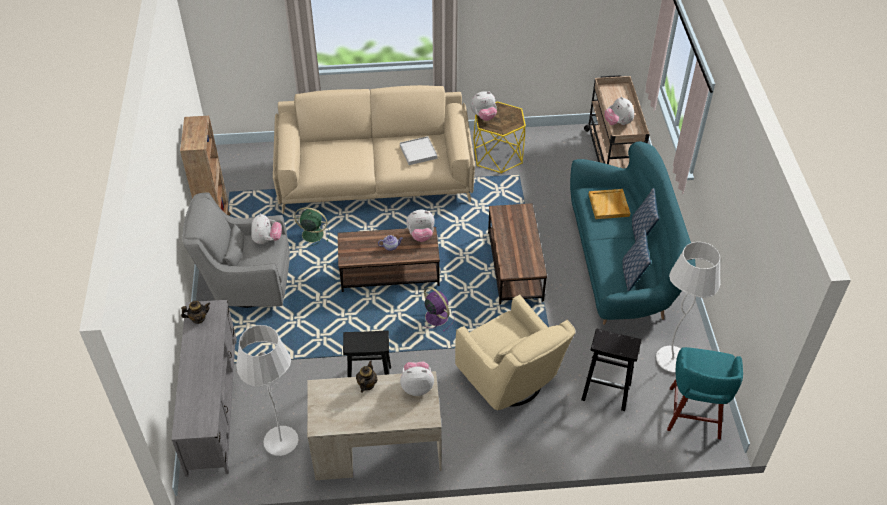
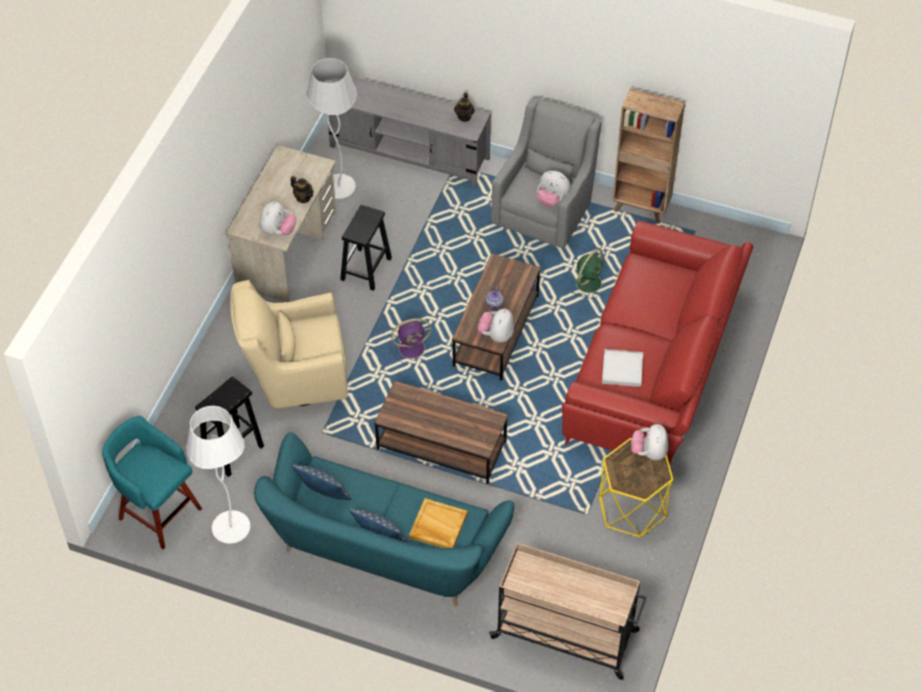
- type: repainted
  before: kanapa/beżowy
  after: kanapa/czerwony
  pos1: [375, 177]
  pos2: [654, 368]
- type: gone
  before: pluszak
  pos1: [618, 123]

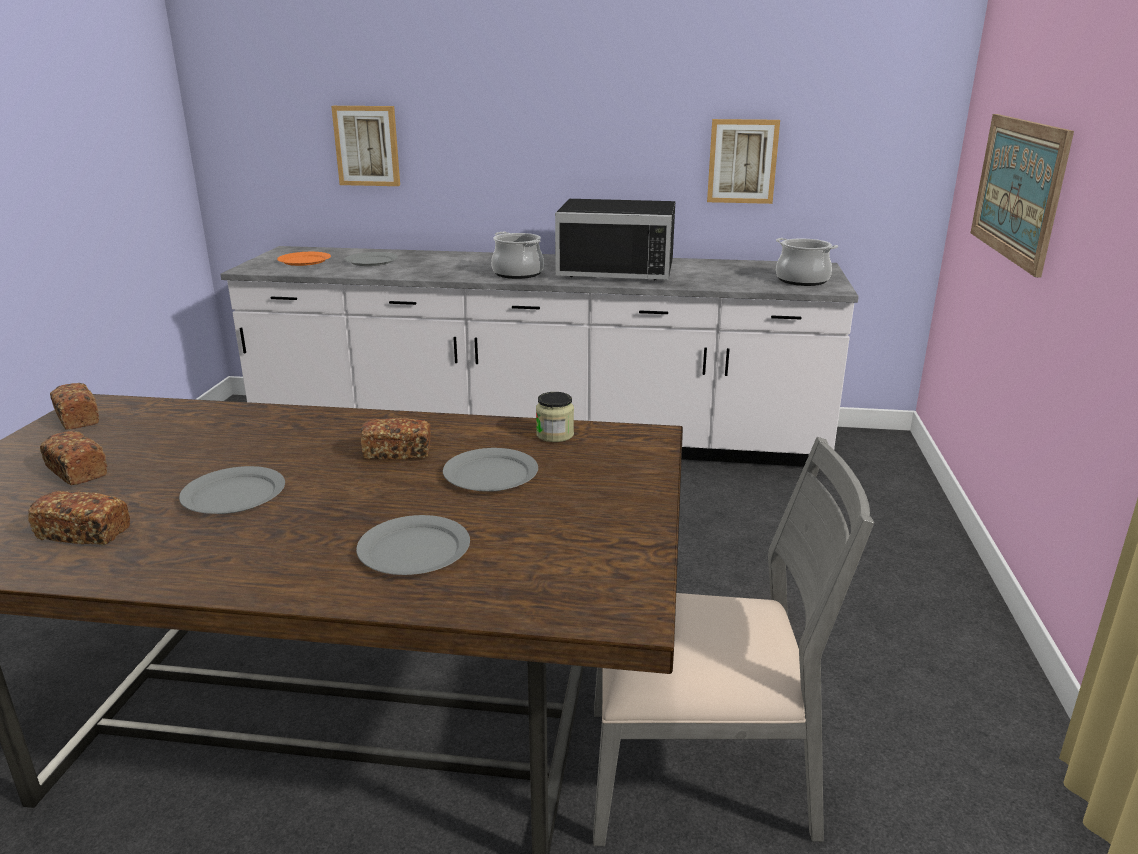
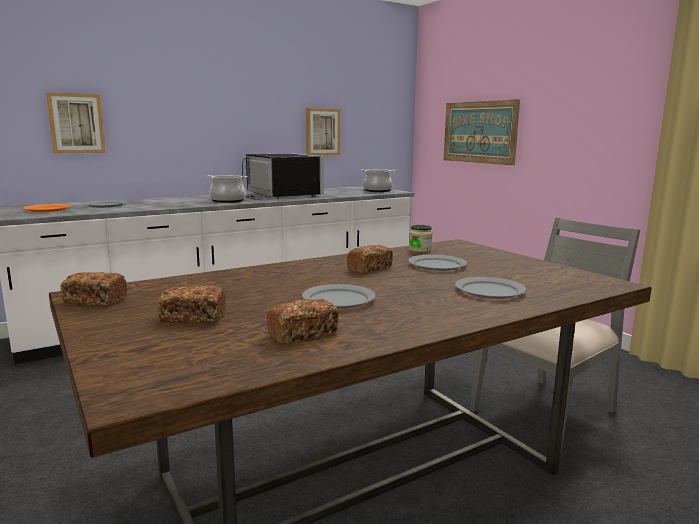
- type: rotated
  before: mikrofalówka/czarny
  pos1: [618, 269]
  pos2: [278, 195]
  turn: -90

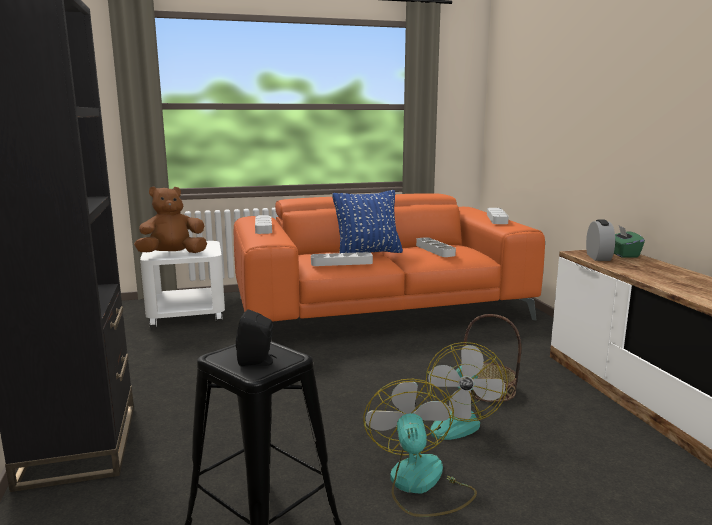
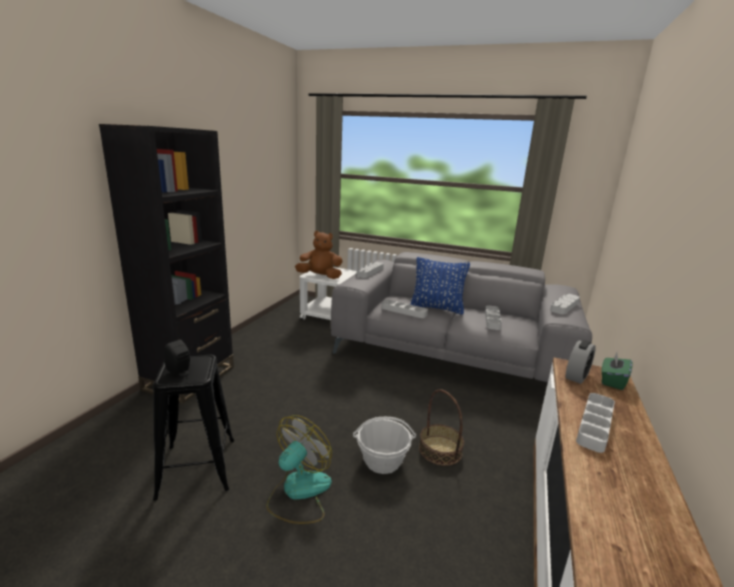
- type: repainted
  before: kanapa/pomarańczowy
  after: kanapa/szary
  pos1: [380, 308]
  pos2: [452, 352]
- type: swapped
  before: wentylator
  after: koszyk
  pos1: [455, 420]
  pos2: [382, 461]
- type: new
  after: taca/szary
  pos2: [595, 425]

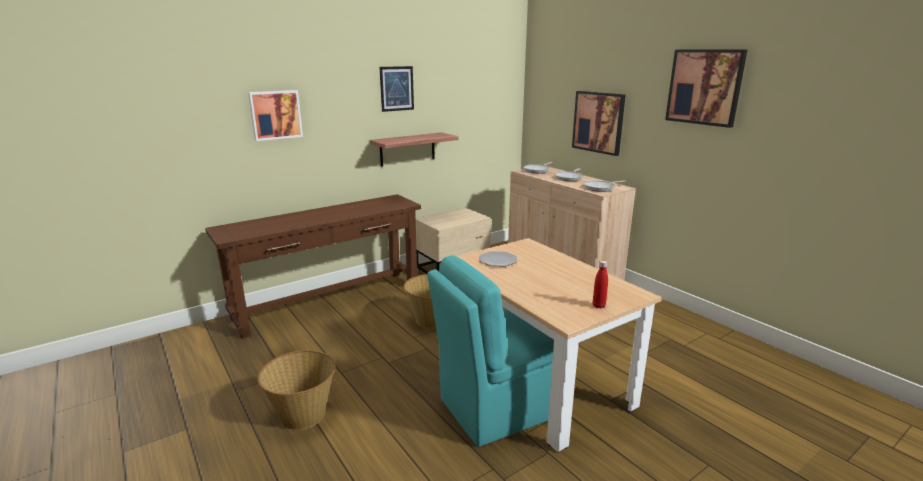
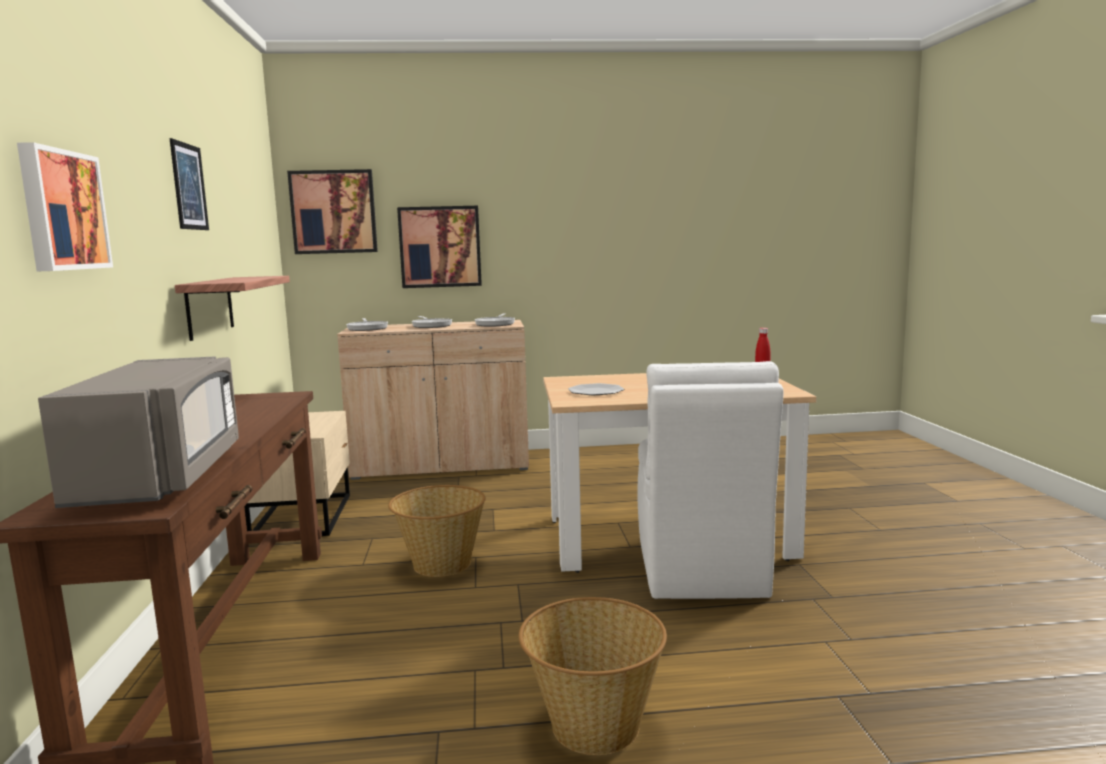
- type: new
  after: mikrofalówka/szary
  pos2: [162, 476]
- type: shifted
  before: obraz
  pos1: [704, 87]
  pos2: [333, 212]
- type: repainted
  before: krzesło/turkusowy
  after: krzesło/biały
  pos1: [499, 406]
  pos2: [699, 568]

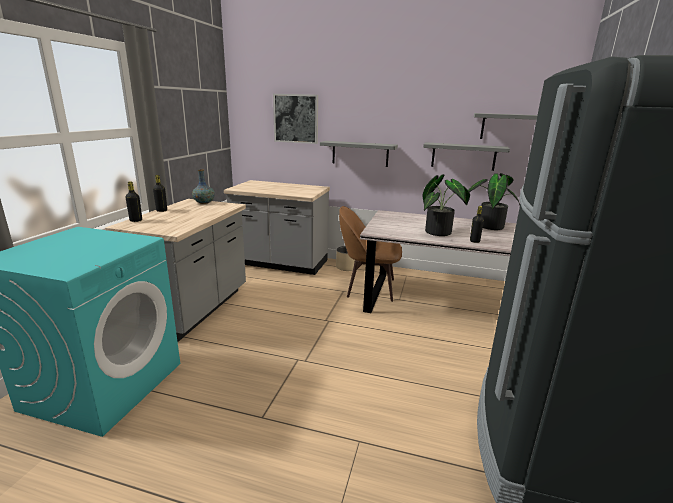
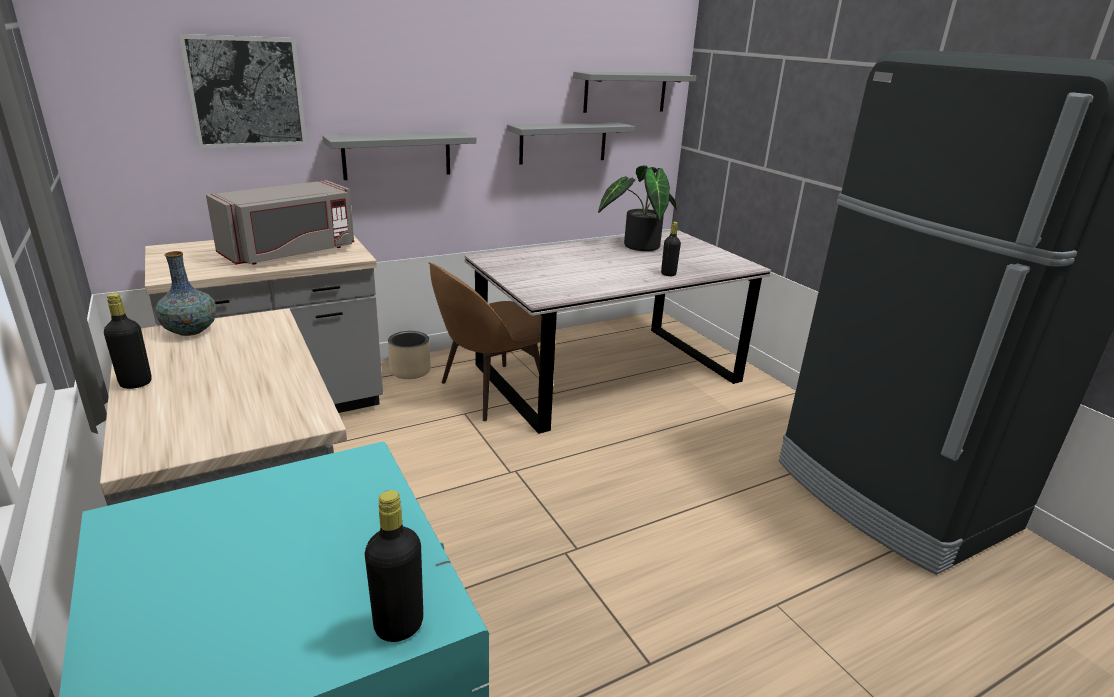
- type: new
  after: mikrofalówka/szary
  pos2: [290, 253]
- type: shifted
  before: butelka/czarny
  pos1: [136, 220]
  pos2: [399, 625]
- type: gone
  before: roślina doniczkowa
  pos1: [441, 232]

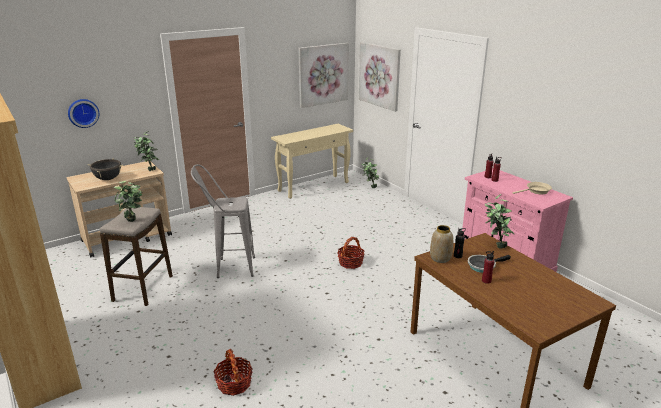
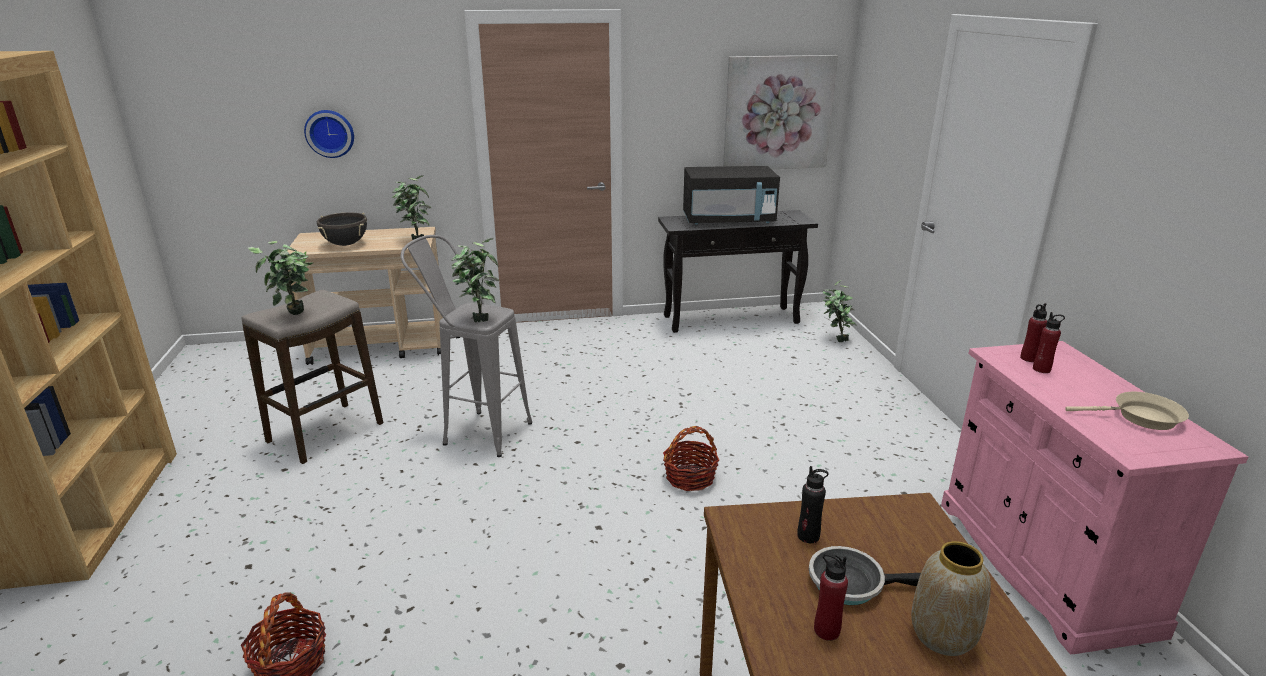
- type: shifted
  before: roślina doniczkowa
  pos1: [495, 245]
  pos2: [478, 318]
- type: repainted
  before: stolik konsolowy/beżowy
  after: stolik konsolowy/czarny
  pos1: [314, 186]
  pos2: [732, 319]
- type: new
  after: mikrofalówka/czarny
  pos2: [728, 221]
- type: shifted
  before: wazon
  pos1: [440, 258]
  pos2: [943, 635]
- type: gone
  before: obraz
  pos1: [379, 76]

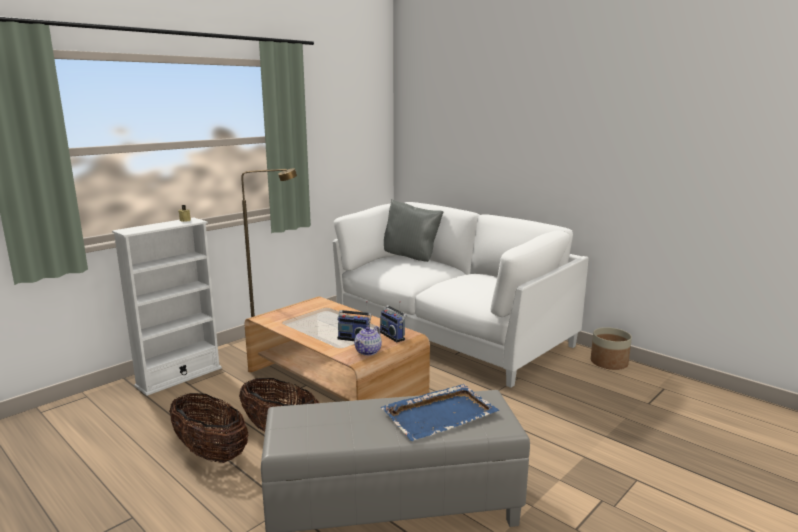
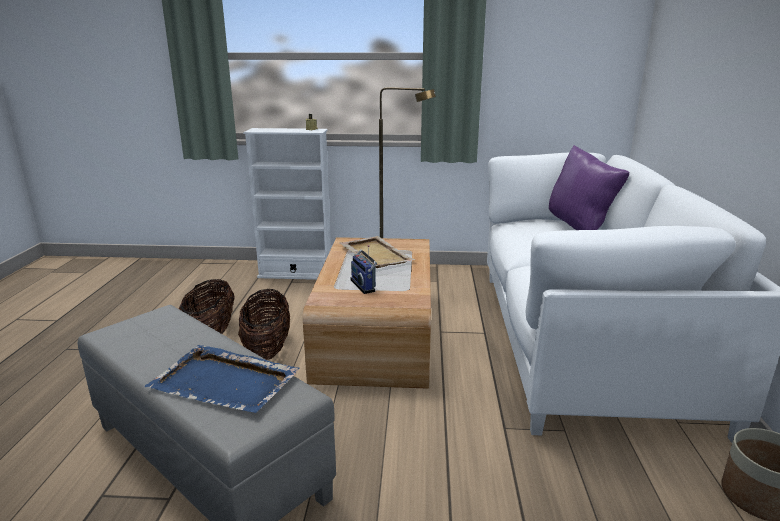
- type: new
  after: taca/beżowy
  pos2: [375, 254]
- type: repainted
  before: poduszka/szary
  after: poduszka/fioletowy
  pos1: [411, 257]
  pos2: [580, 228]
- type: gone
  before: imbryk
  pos1: [368, 351]
- type: gone
  before: radio
  pos1: [393, 335]

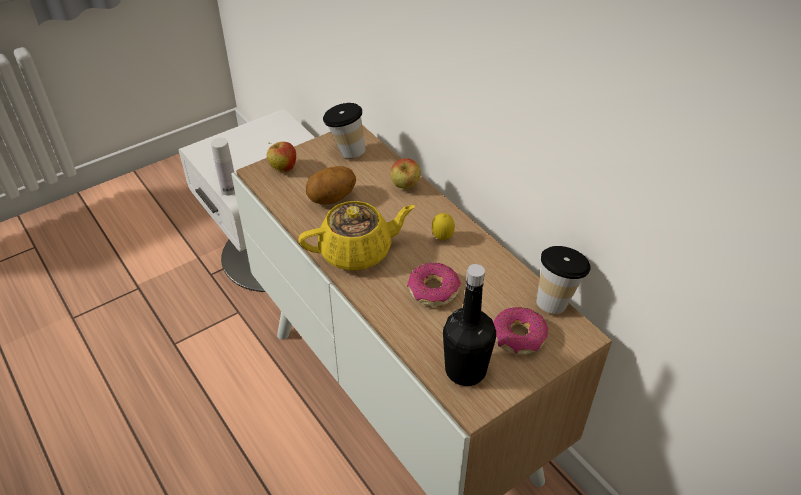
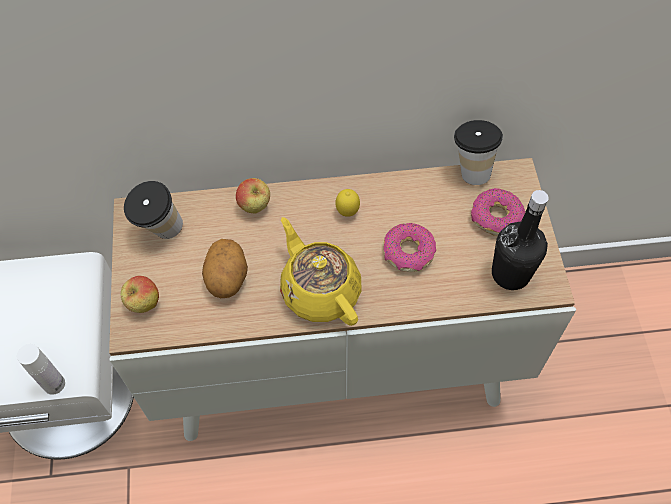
- type: rotated
  before: imbryk/żółty
  pos1: [357, 251]
  pos2: [320, 290]
  turn: -45

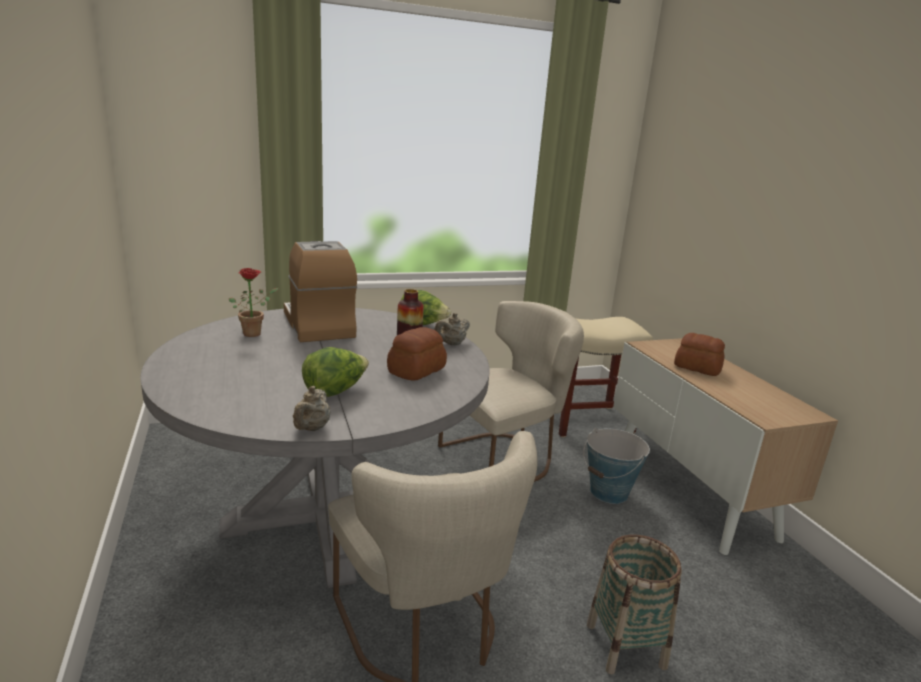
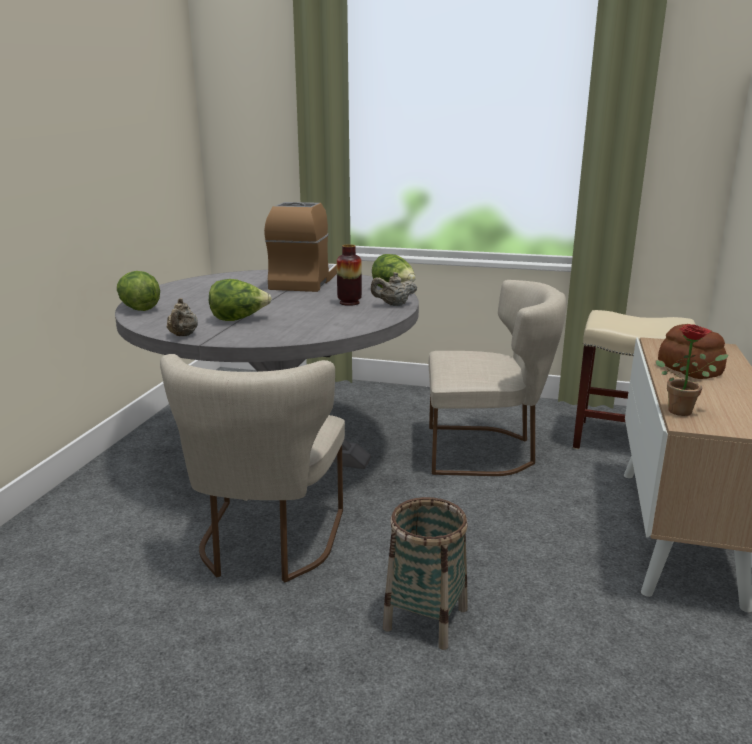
- type: new
  after: sałata
  pos2: [139, 308]
- type: rotated
  before: imbryk/beżowy
  pos1: [311, 428]
  pos2: [183, 335]
  turn: -45
- type: shifted
  before: roślina doniczkowa
  pos1: [255, 333]
  pos2: [684, 410]
- type: gone
  before: chleb
  pos1: [415, 370]
- type: gone
  before: wiadro
  pos1: [609, 492]

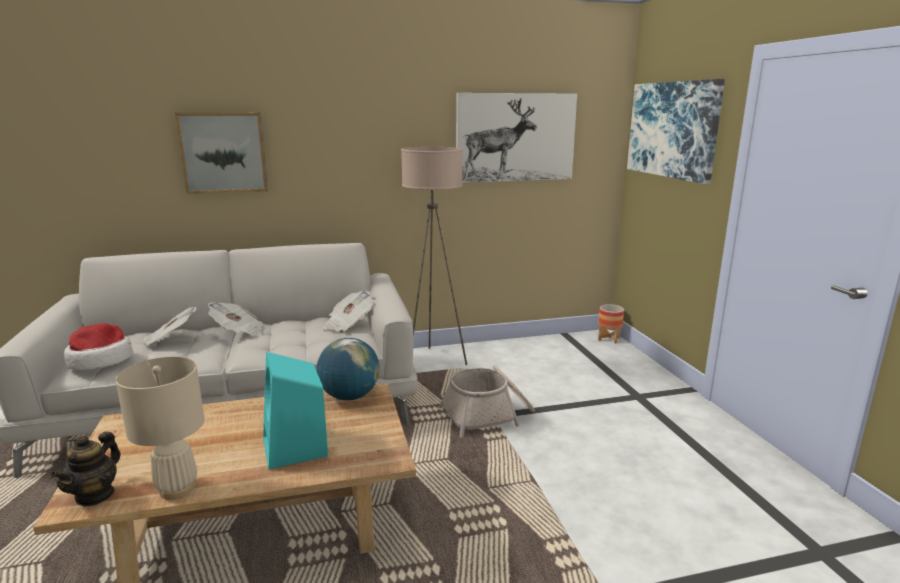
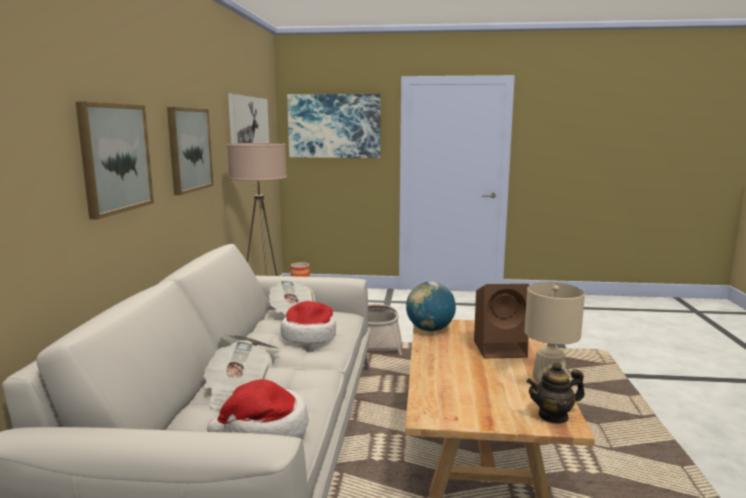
- type: new
  after: obraz
  pos2: [189, 149]
- type: new
  after: kapelusz
  pos2: [309, 336]
- type: repainted
  before: głośnik/turkusowy
  after: głośnik/brązowy
  pos1: [296, 448]
  pos2: [501, 349]
- type: rotated
  before: imbryk
  pos1: [95, 495]
  pos2: [553, 416]
  turn: 135

